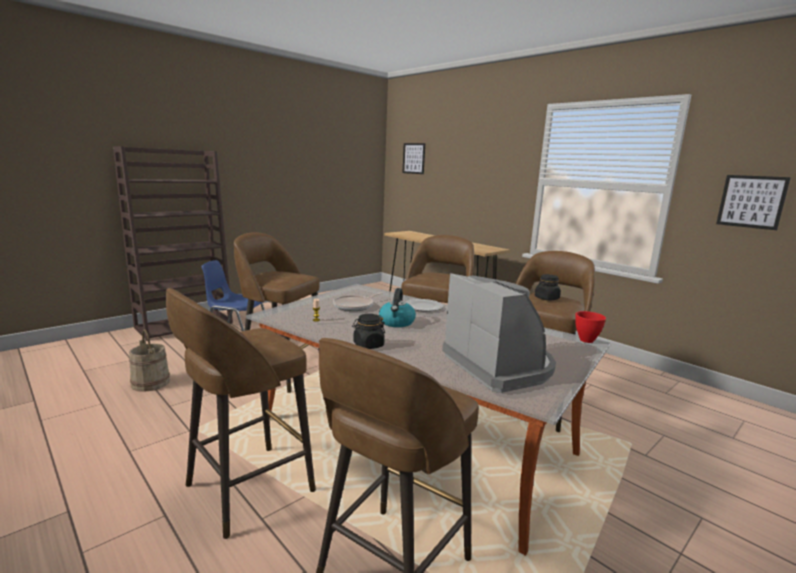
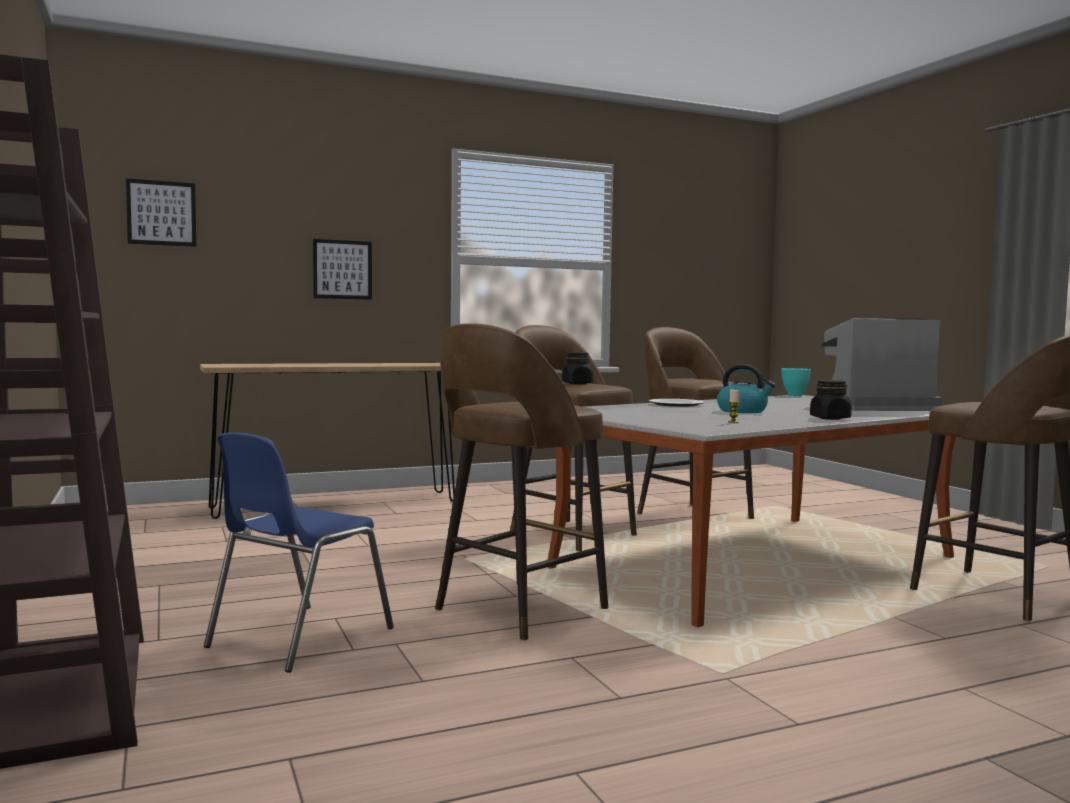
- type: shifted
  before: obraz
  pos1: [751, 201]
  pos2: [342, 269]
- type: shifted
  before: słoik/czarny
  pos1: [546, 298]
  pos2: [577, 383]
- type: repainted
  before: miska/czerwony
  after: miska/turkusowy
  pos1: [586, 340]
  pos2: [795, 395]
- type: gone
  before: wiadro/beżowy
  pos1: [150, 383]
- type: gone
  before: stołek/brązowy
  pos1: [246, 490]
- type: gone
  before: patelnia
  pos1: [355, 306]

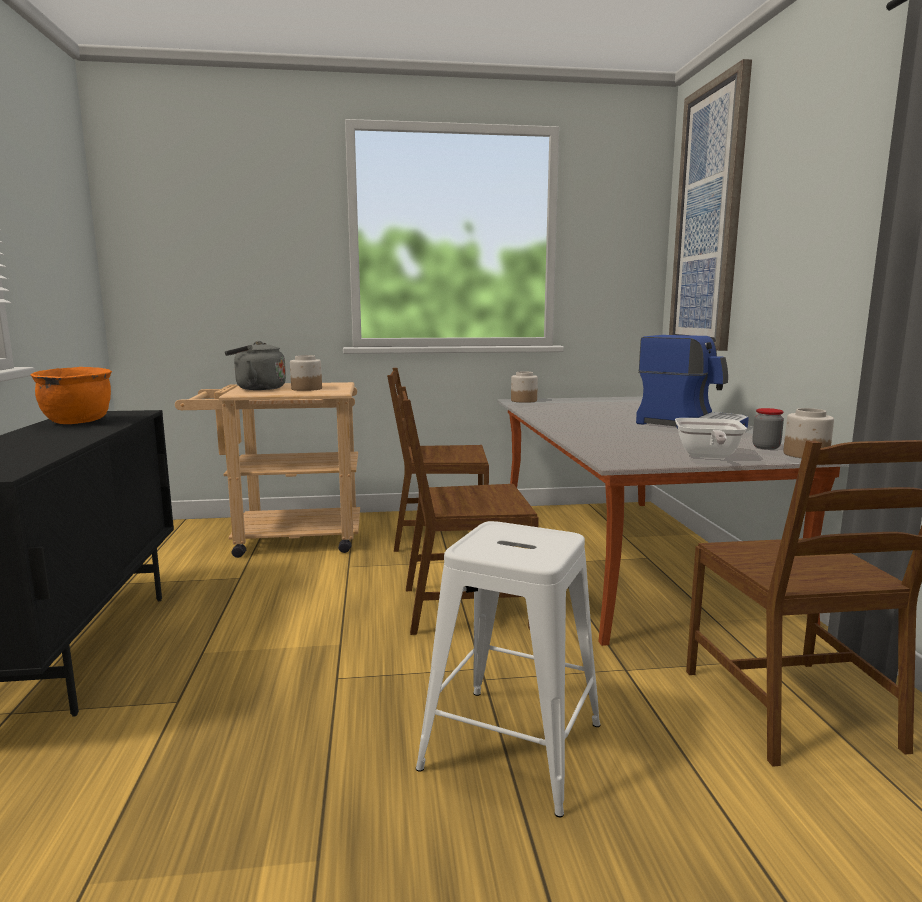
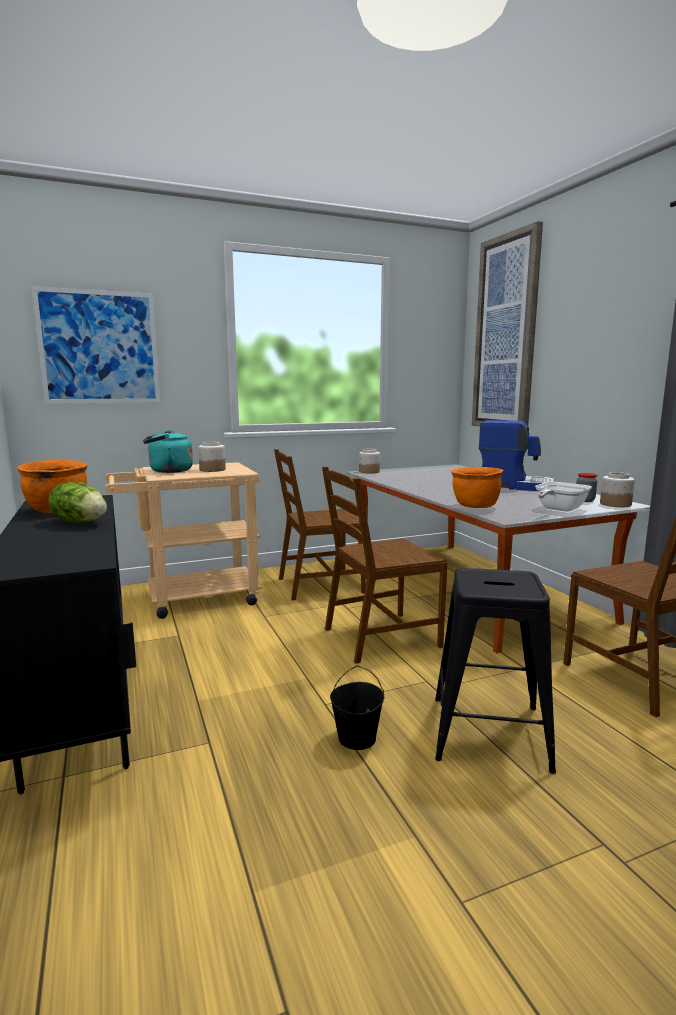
- type: new
  after: obraz
  pos2: [99, 347]
- type: new
  after: sałata
  pos2: [80, 522]
- type: repainted
  before: czajnik/szary
  after: czajnik/turkusowy
  pos1: [257, 388]
  pos2: [168, 471]
- type: new
  after: wiadro/czarny
  pos2: [357, 738]
- type: repainted
  before: stołek/biały
  after: stołek/czarny
  pos1: [511, 746]
  pos2: [488, 732]
- type: new
  after: garnek/pomarańczowy
  pos2: [475, 506]
- type: rotated
  before: patelnia
  pos1: [707, 456]
  pos2: [558, 509]
  turn: 45

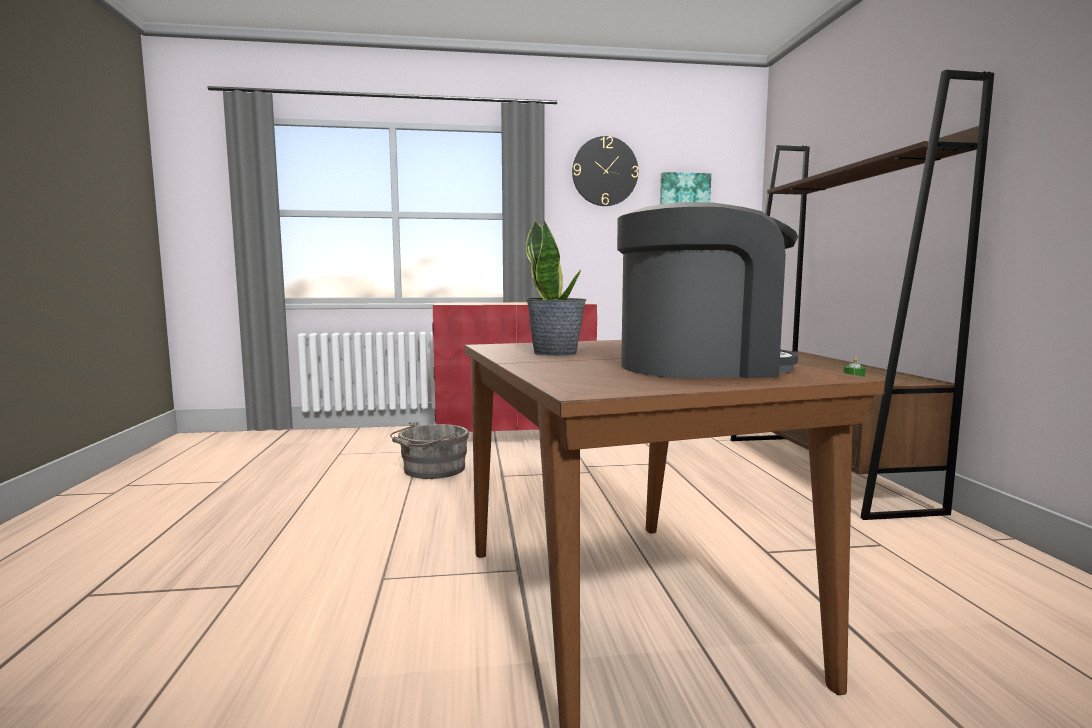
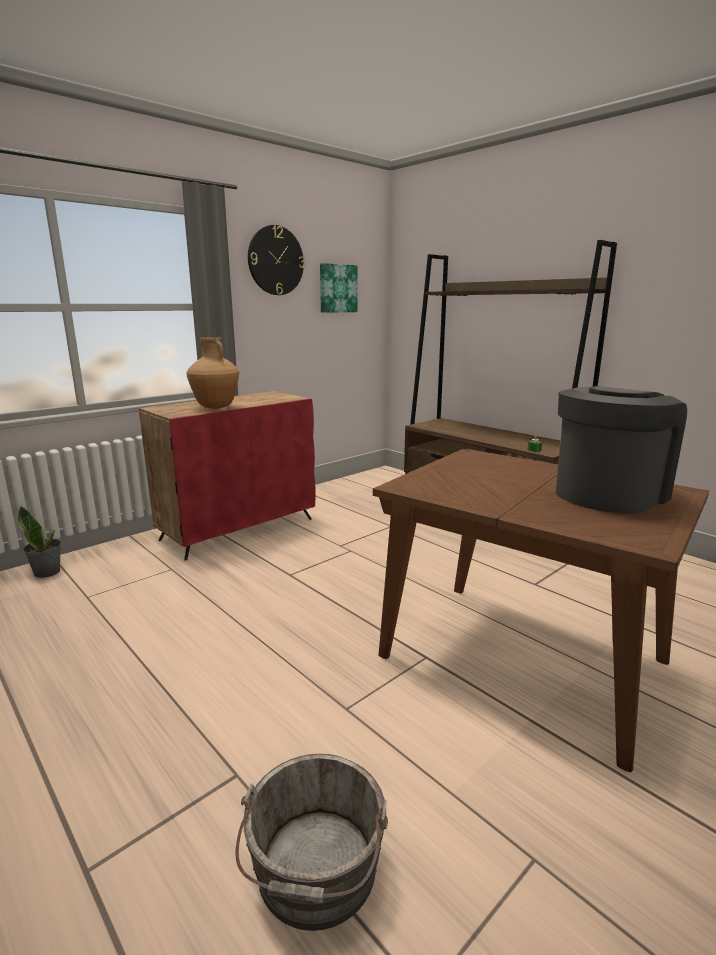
- type: shifted
  before: roślina doniczkowa
  pos1: [556, 353]
  pos2: [47, 572]
- type: new
  after: wazon/brązowy
  pos2: [216, 407]
- type: shifted
  before: wiadro/szary
  pos1: [431, 470]
  pos2: [315, 874]

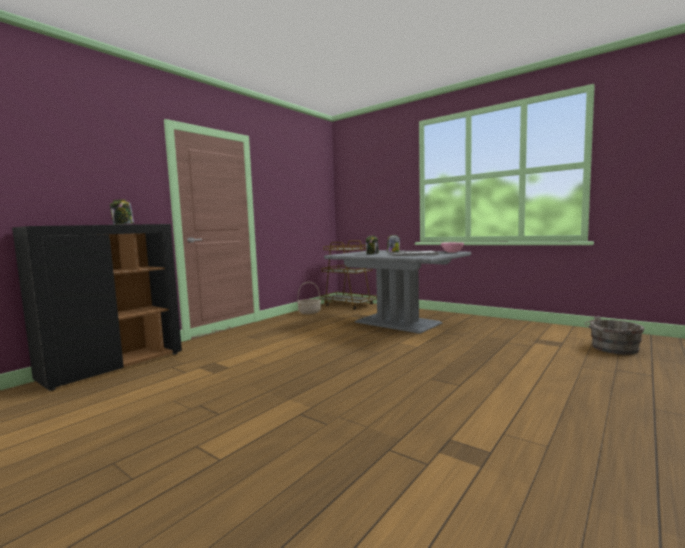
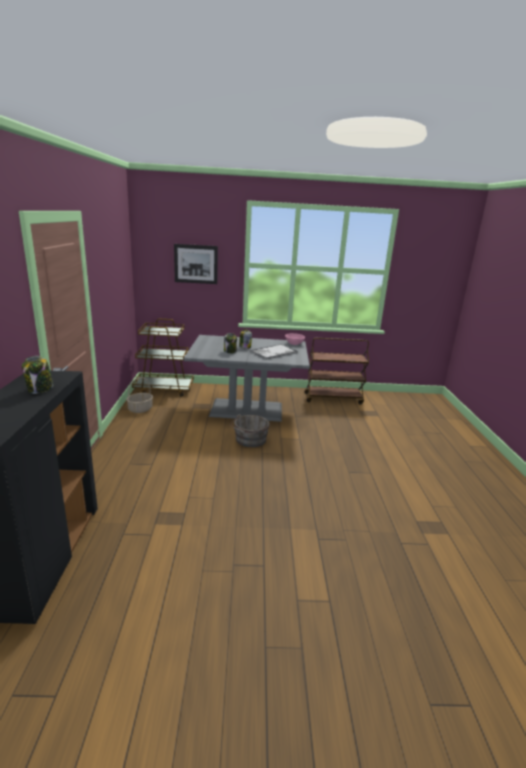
- type: new
  after: obraz
  pos2: [196, 264]
- type: shifted
  before: wiadro/szary
  pos1: [612, 348]
  pos2: [249, 440]
- type: new
  after: wózek/brązowy
  pos2: [333, 398]

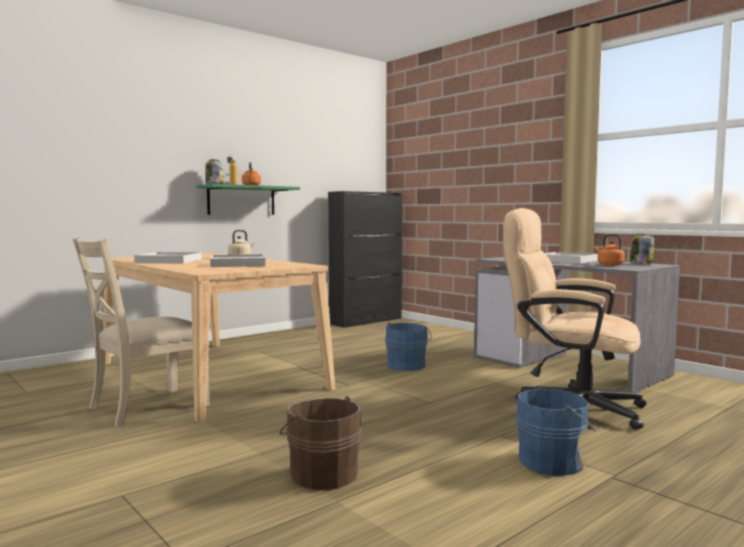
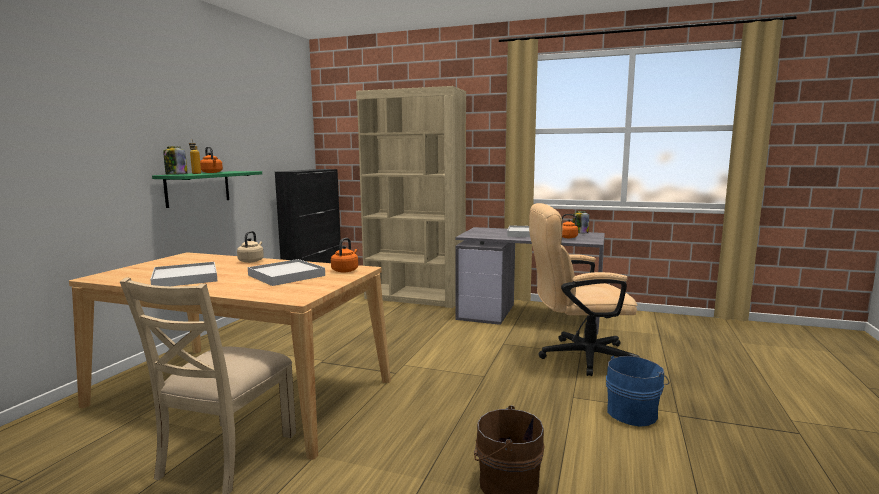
- type: new
  after: czajnik/pomarańczowy
  pos2: [345, 270]
- type: new
  after: regał/beżowy
  pos2: [415, 297]
- type: gone
  before: wiadro/niebieski
  pos1: [407, 365]

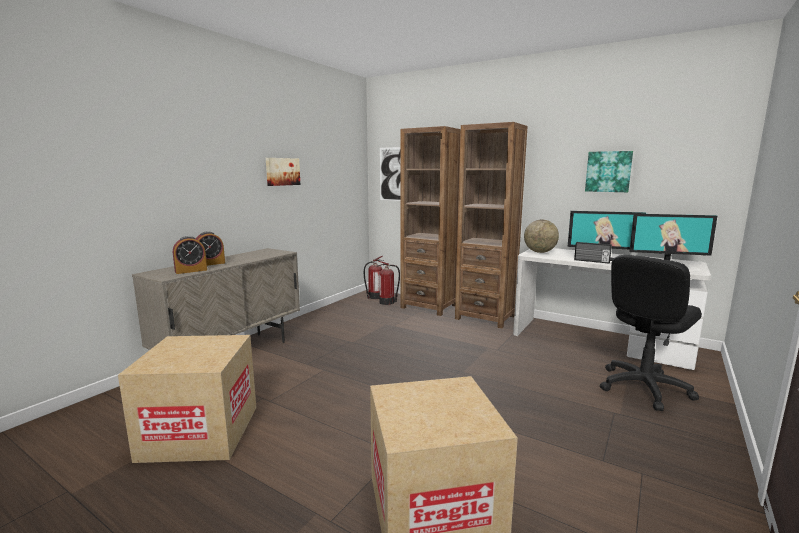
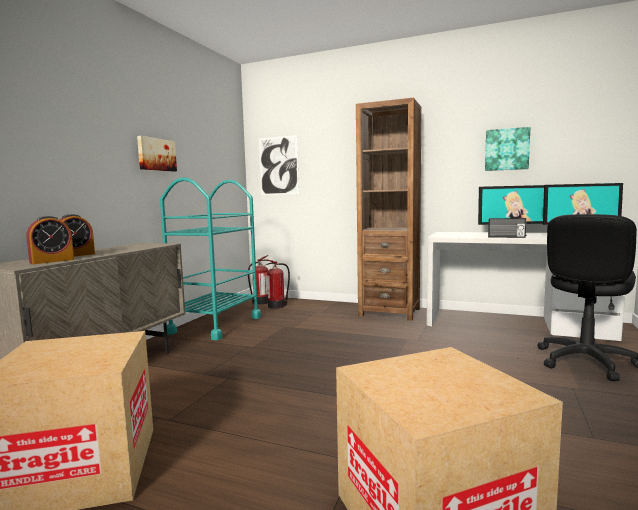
- type: new
  after: wózek/turkusowy
  pos2: [216, 325]
- type: gone
  before: regał/brązowy
  pos1: [429, 306]
- type: gone
  before: globus
  pos1: [540, 252]

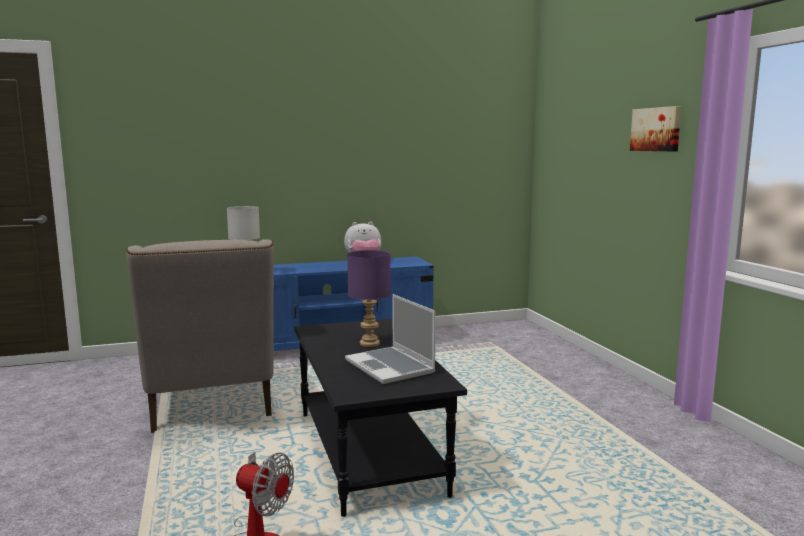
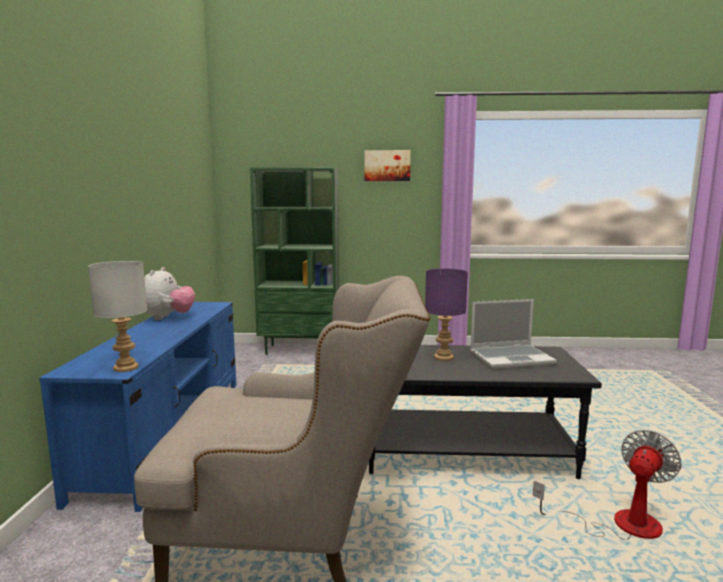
- type: new
  after: regał/zielony
  pos2: [300, 350]

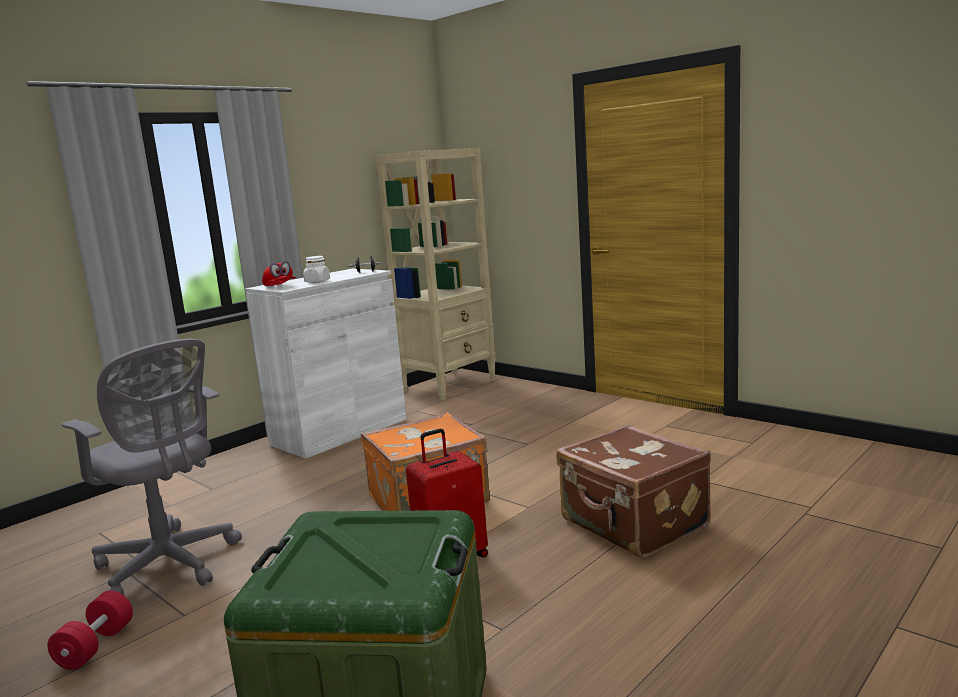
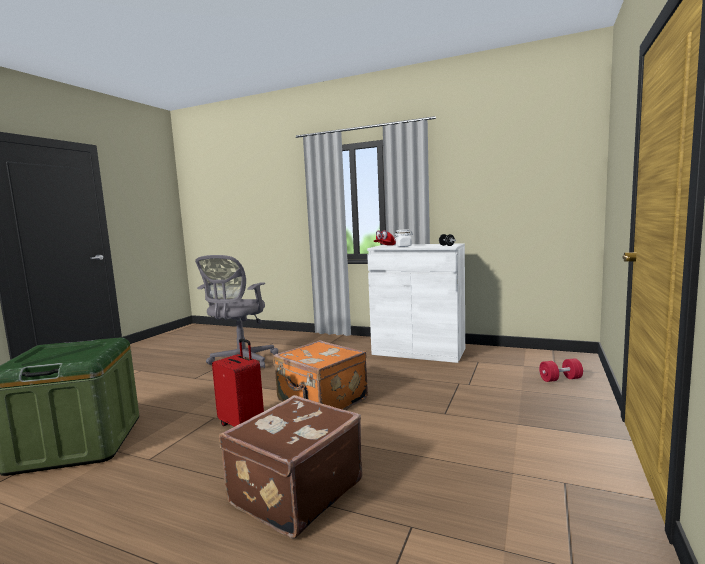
- type: shifted
  before: hantel/czerwony
  pos1: [95, 646]
  pos2: [560, 379]
- type: gone
  before: regał/beżowy
  pos1: [450, 385]

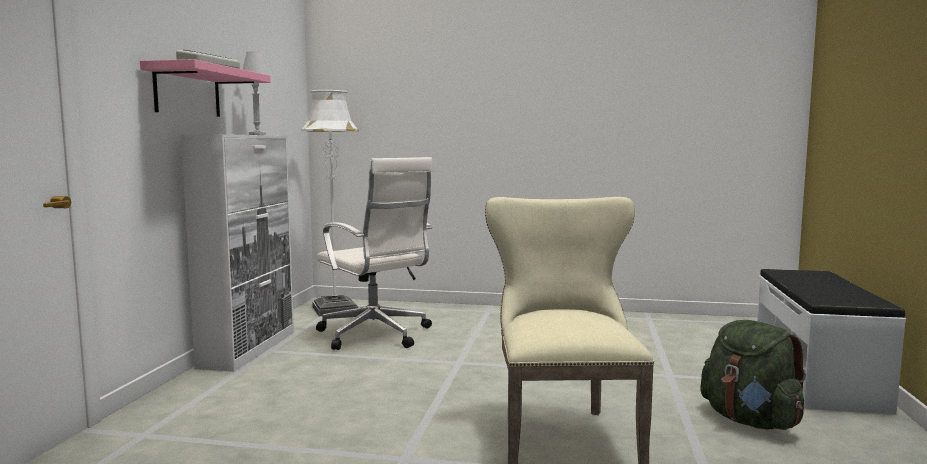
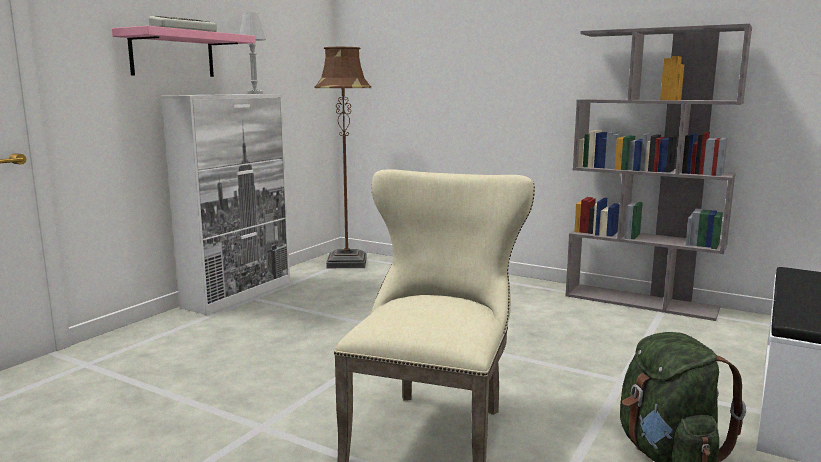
- type: repainted
  before: lampa stojąca/biały
  after: lampa stojąca/brązowy
  pos1: [335, 309]
  pos2: [347, 263]
- type: new
  after: regał/szary
  pos2: [641, 302]
- type: gone
  before: krzesło biurowe/biały
  pos1: [376, 335]

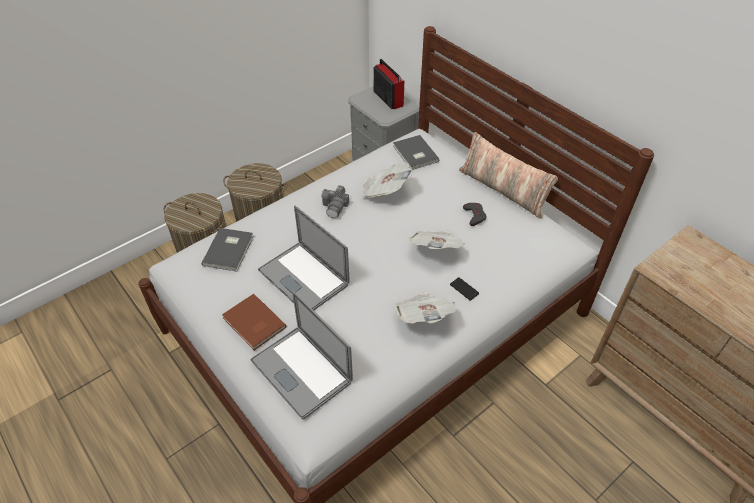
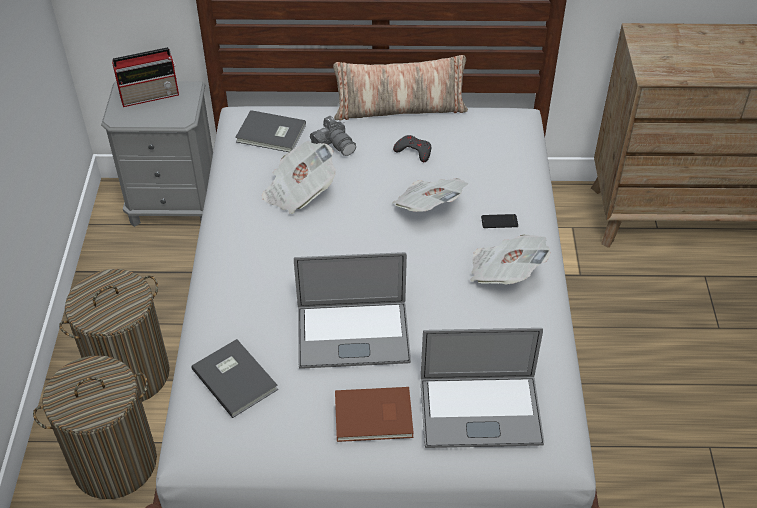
- type: rotated
  before: radio
  pos1: [388, 98]
  pos2: [151, 95]
  turn: 150
- type: shifted
  before: aparat fotograficzny
  pos1: [335, 207]
  pos2: [334, 145]

